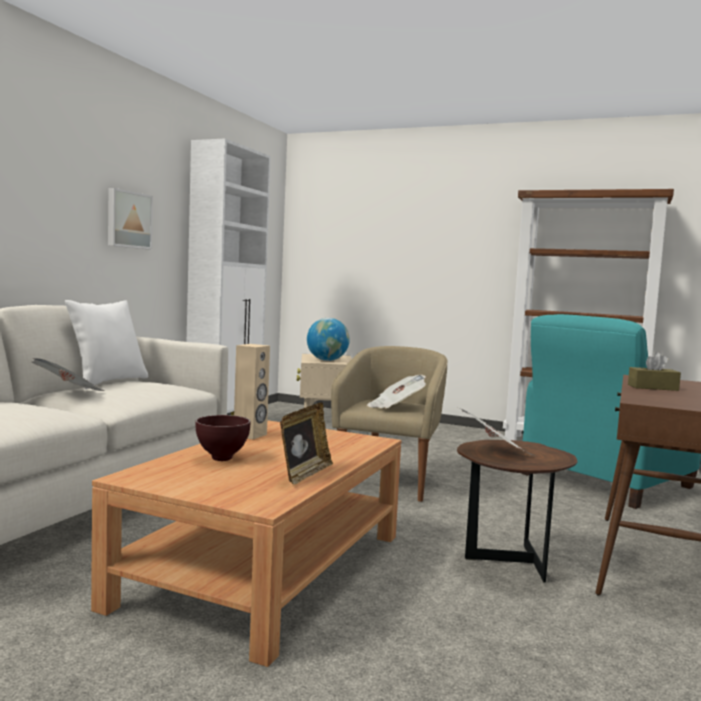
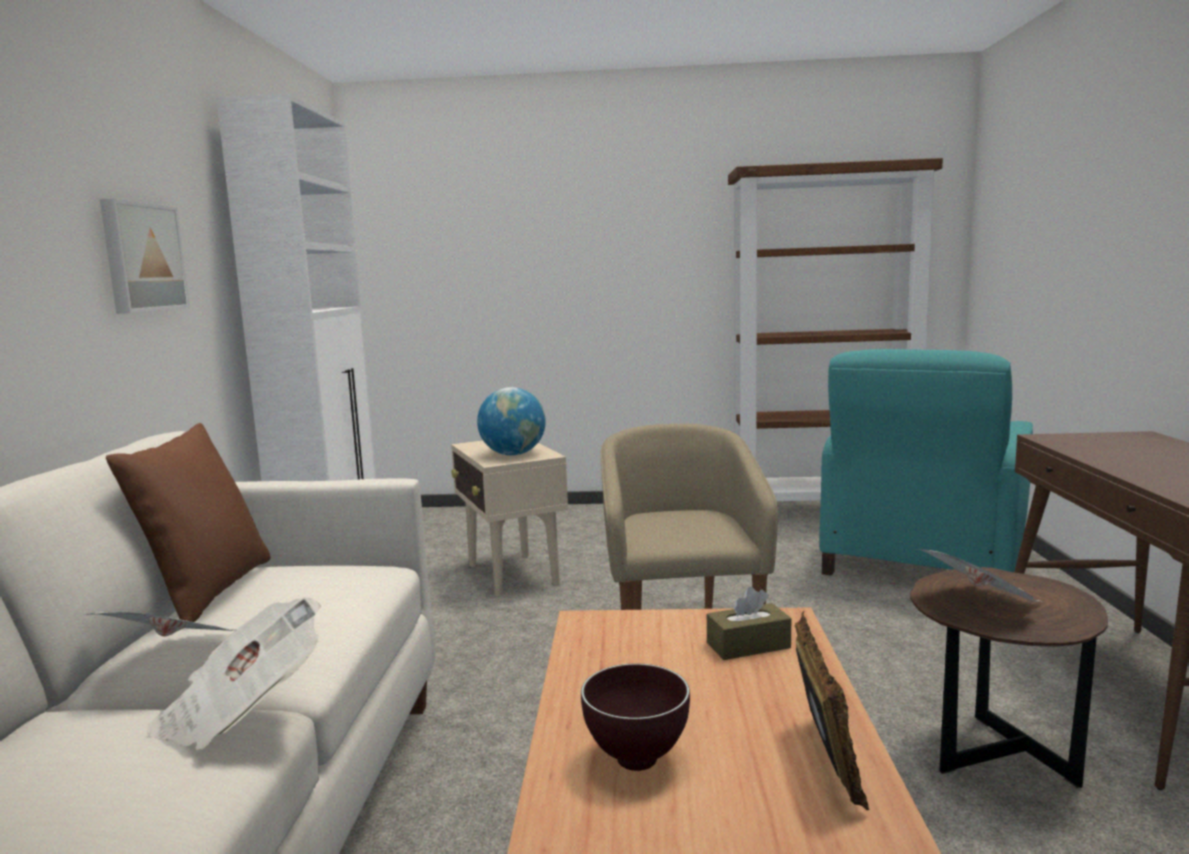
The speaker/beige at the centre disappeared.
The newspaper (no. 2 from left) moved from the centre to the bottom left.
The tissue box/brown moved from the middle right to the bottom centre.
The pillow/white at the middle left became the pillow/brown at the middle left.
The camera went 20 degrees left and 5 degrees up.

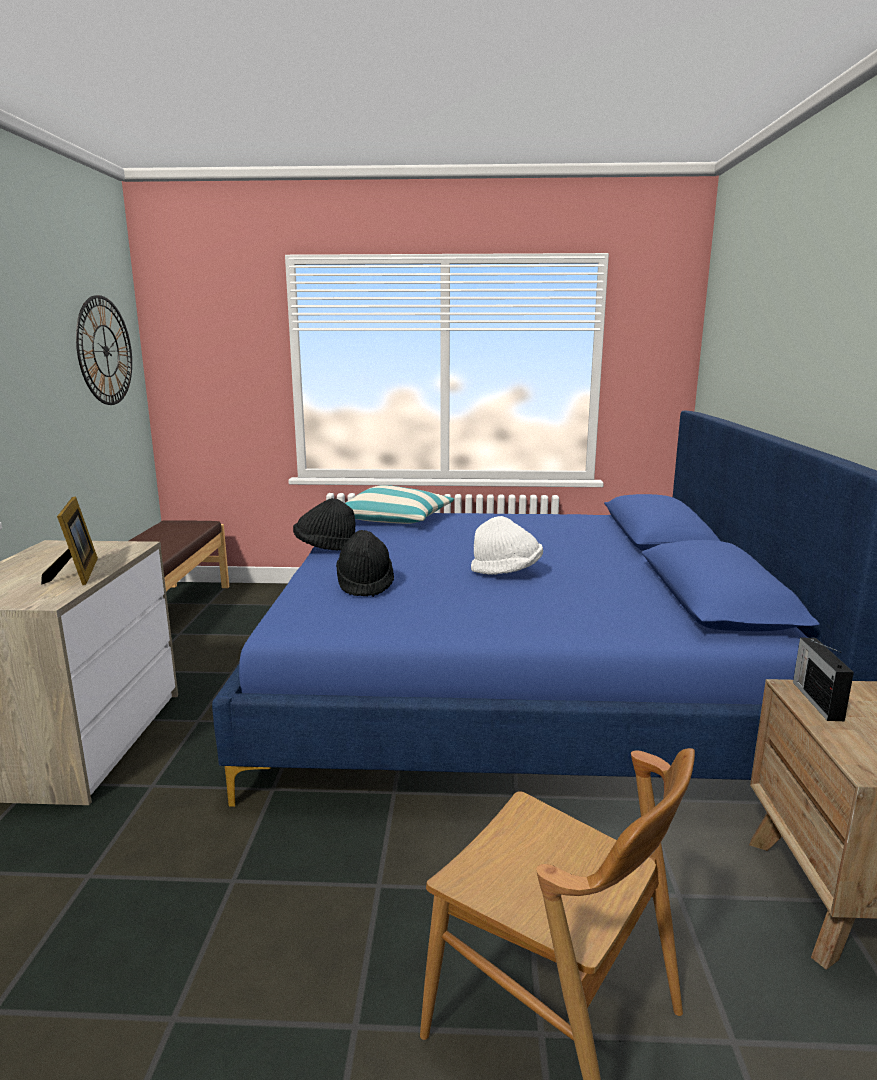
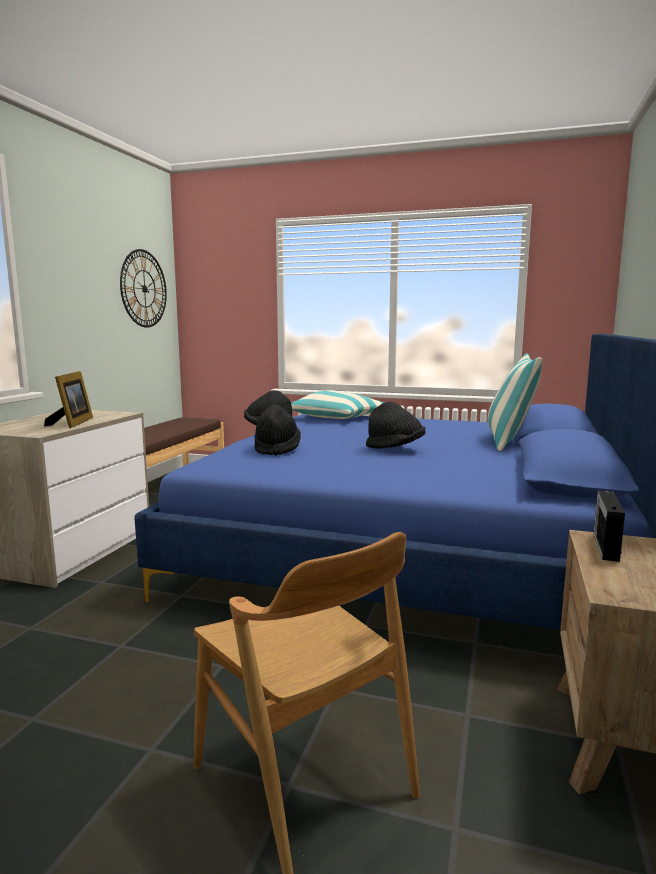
The pillow (no. 2 from left) at the middle right appeared.
The hat/white at the centre became the hat/black (no. 3 from left) at the centre.
The camera went 15 degrees right and 5 degrees down.

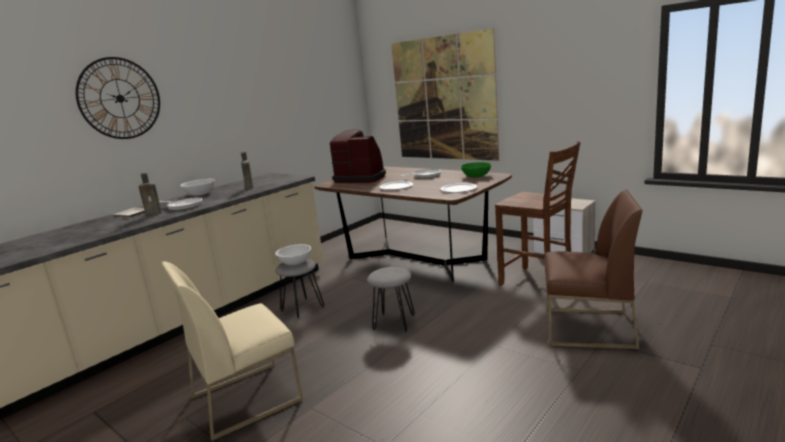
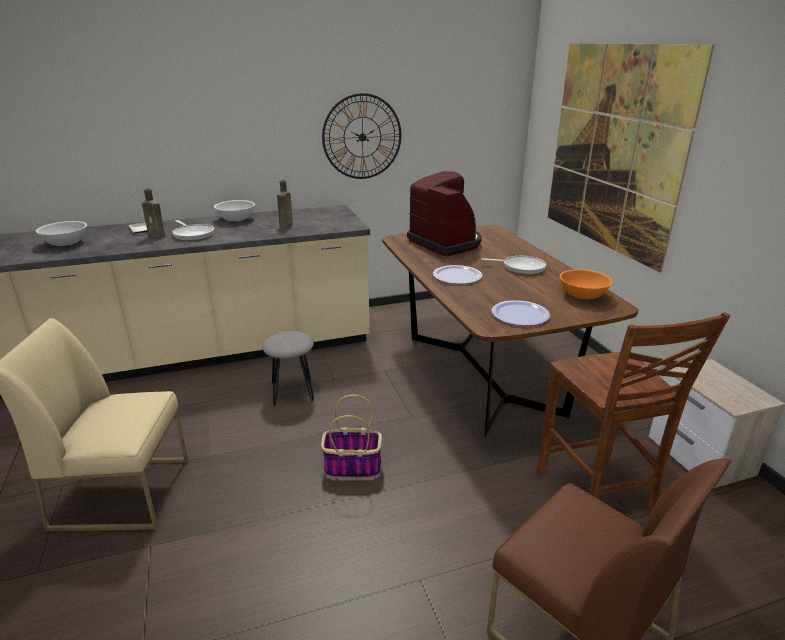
The wall clock moved from the top left to the top centre.
The bowl/white (no. 2 from left in the first image) moved from the centre to the middle left.
The stool/grey (no. 2 from left) at the bottom centre was replaced by the basket at the bottom centre.
The bowl/green at the centre became the bowl/orange at the middle right.
The camera went 30 degrees right and 10 degrees up.

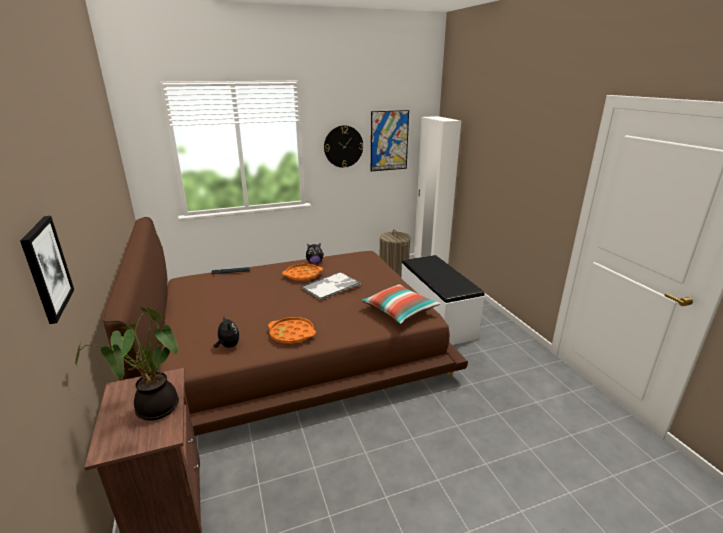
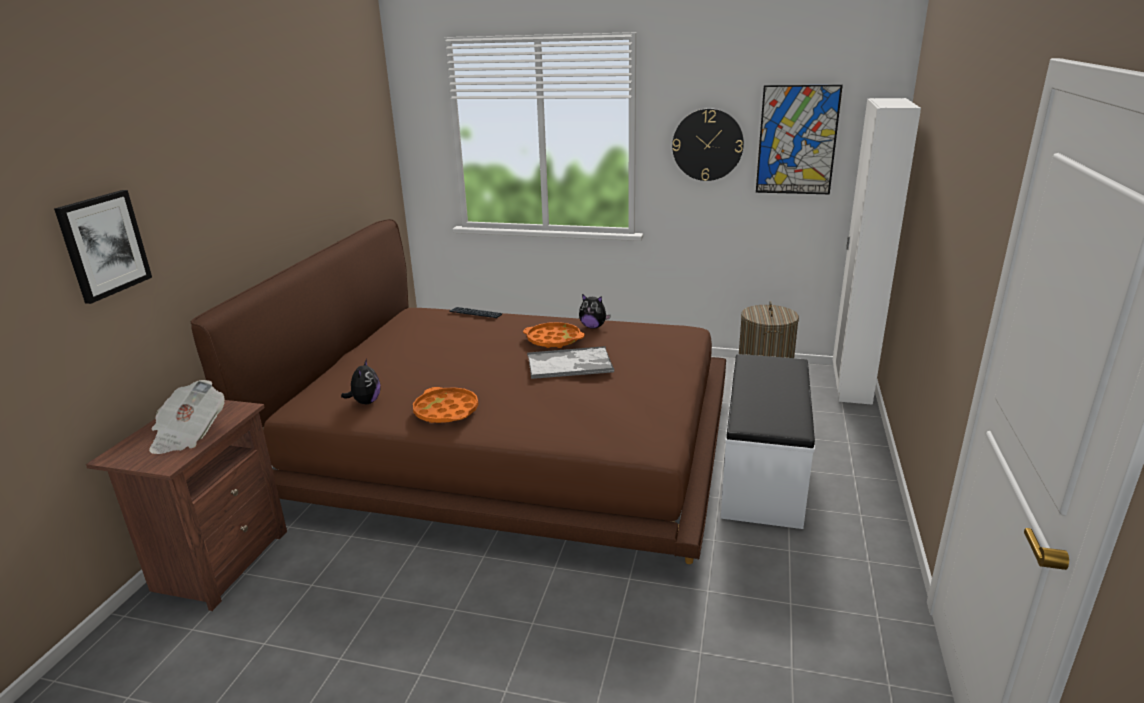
The pillow at the centre disappeared.
The potted plant at the bottom left was replaced by the newspaper at the middle left.
The camera went 35 degrees right and 0 degrees up.

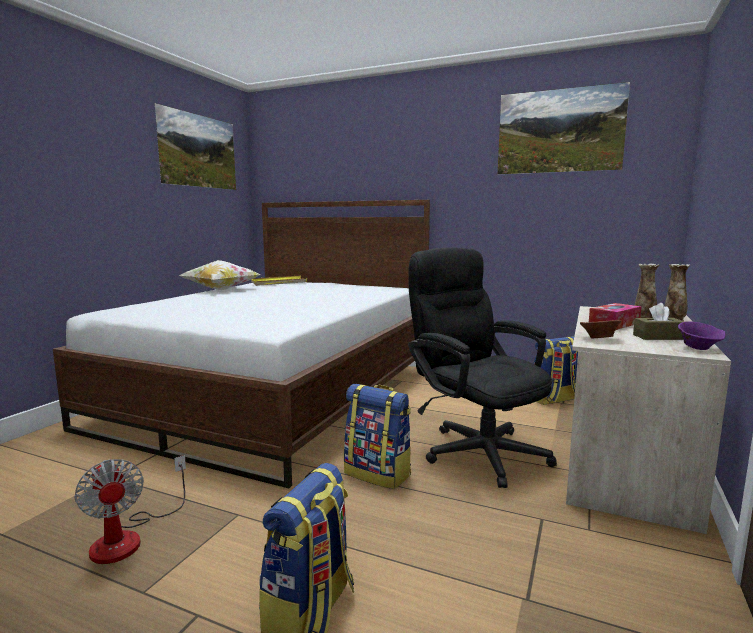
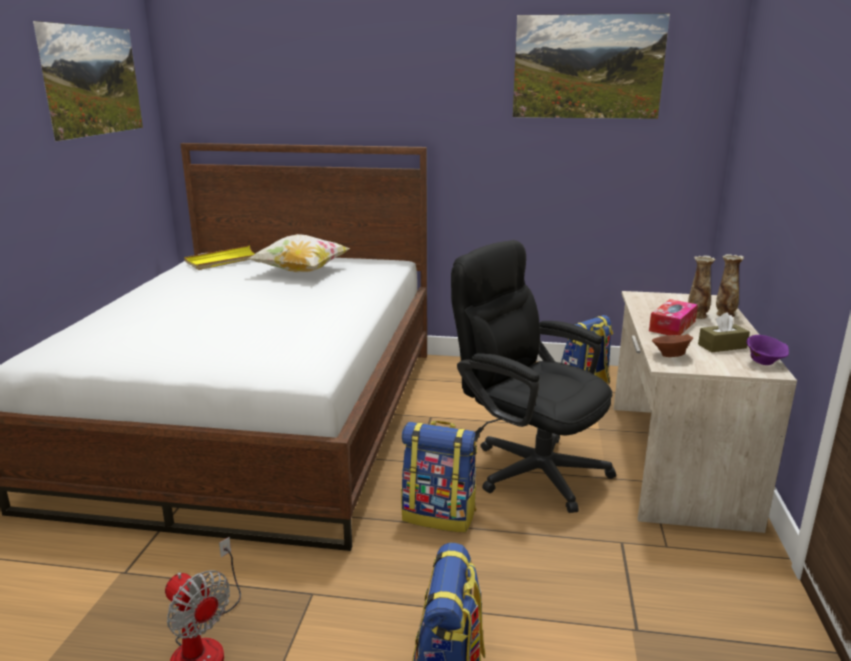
The pillow moved from the middle left to the centre.
The camera went 15 degrees left and 10 degrees up.

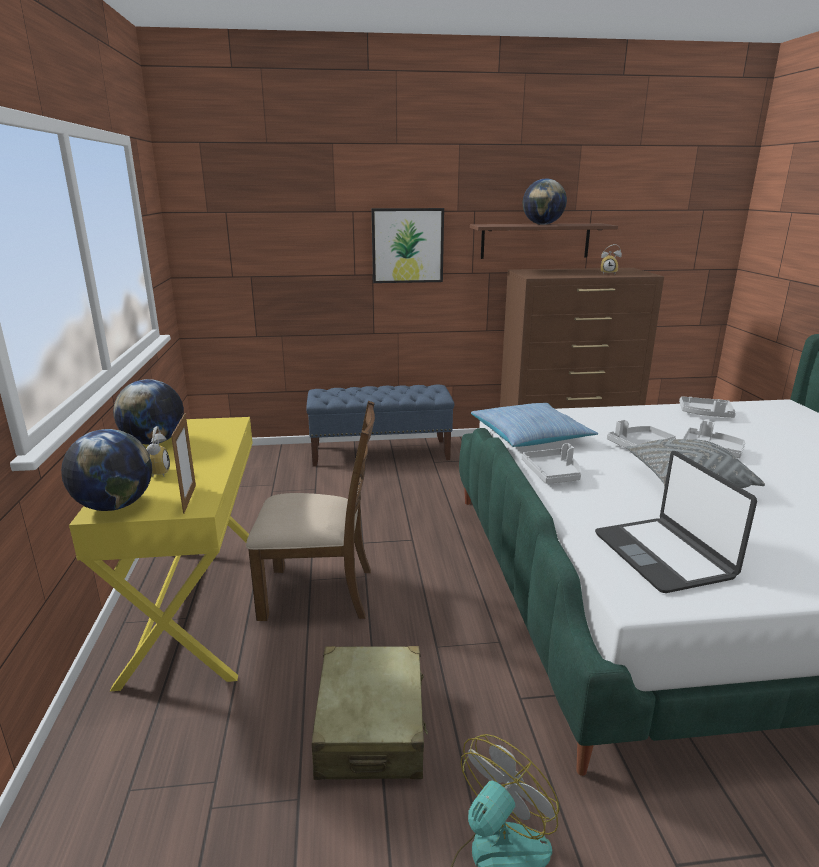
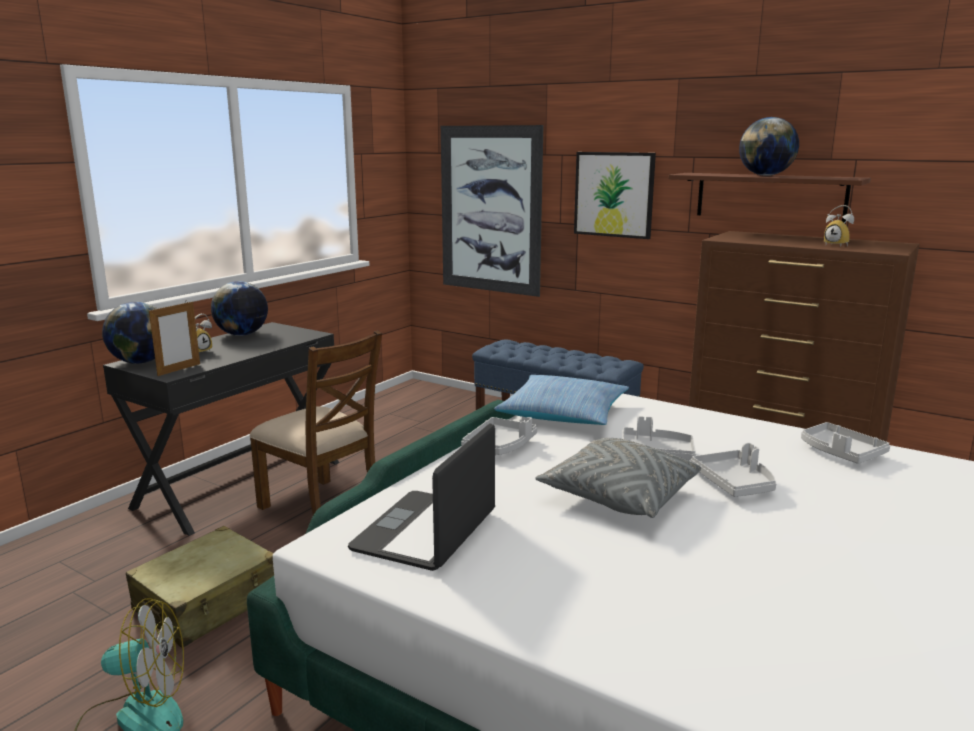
The picture (no. 1 from left) at the top centre appeared.
The desk/yellow at the middle left became the desk/black at the middle left.
The camera went 40 degrees right and 5 degrees down.

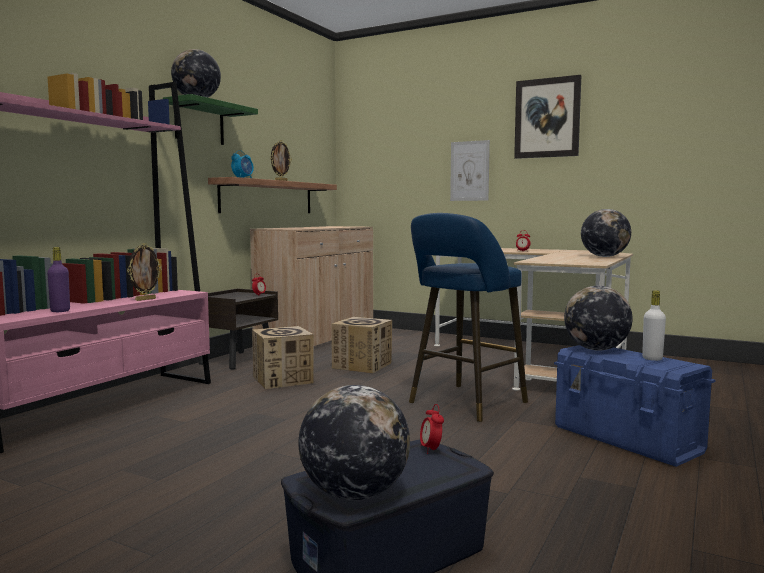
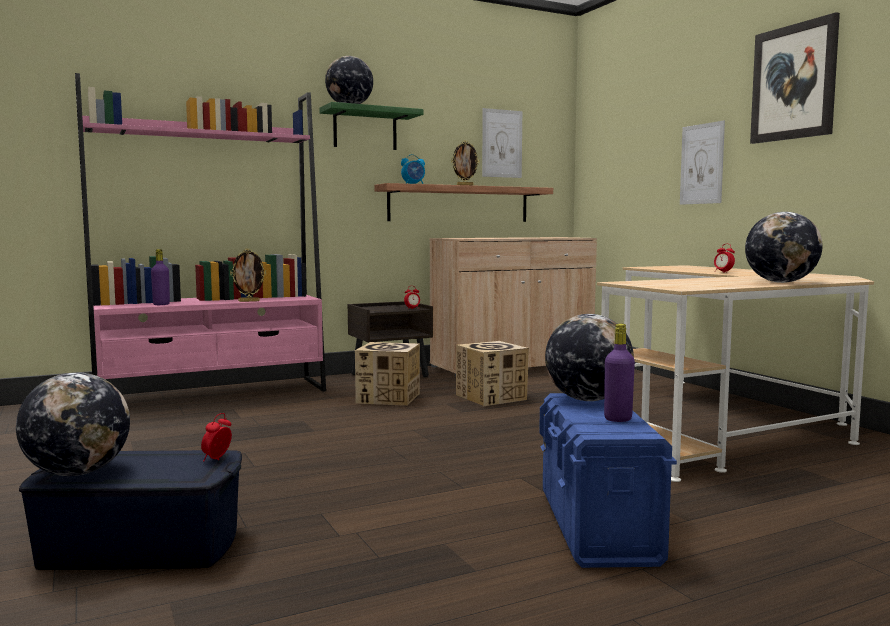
The stool/blue at the centre disappeared.
The picture (no. 1 from left) at the top centre appeared.
The bottle/white at the middle right became the bottle/purple (no. 2 from left) at the middle right.
The camera went 35 degrees right and 0 degrees up.

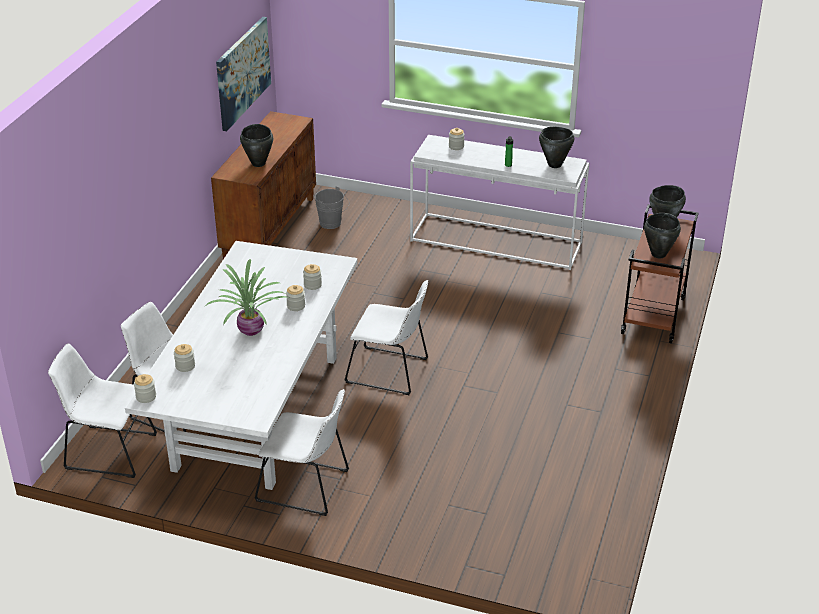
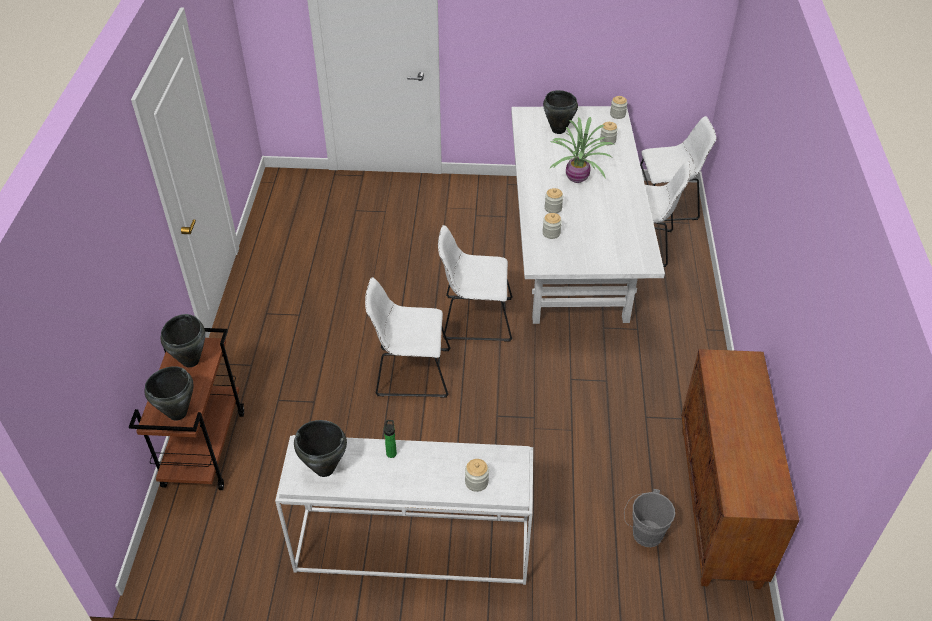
The picture at the top left disappeared.
The cooking pot/black (no. 1 from left in the first image) moved from the top left to the top centre.
The chair/white (no. 3 from left in the first image) moved from the bottom centre to the centre.
The camera went 165 degrees right and 10 degrees up.

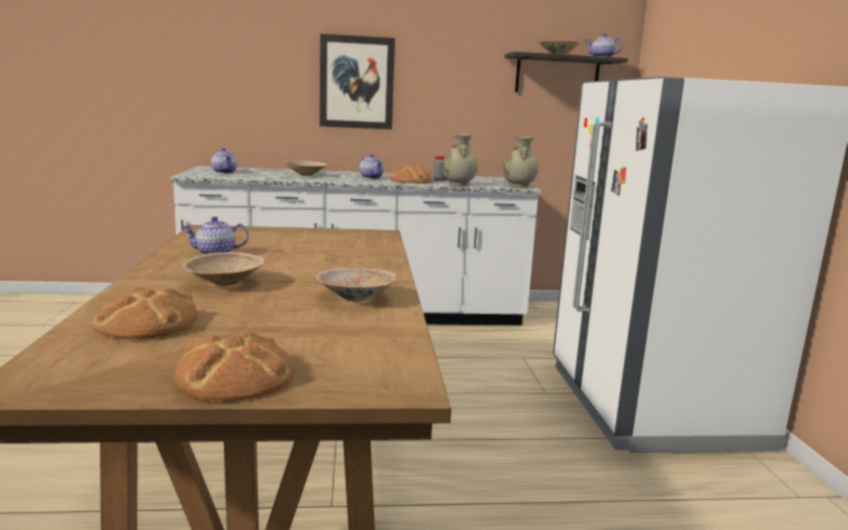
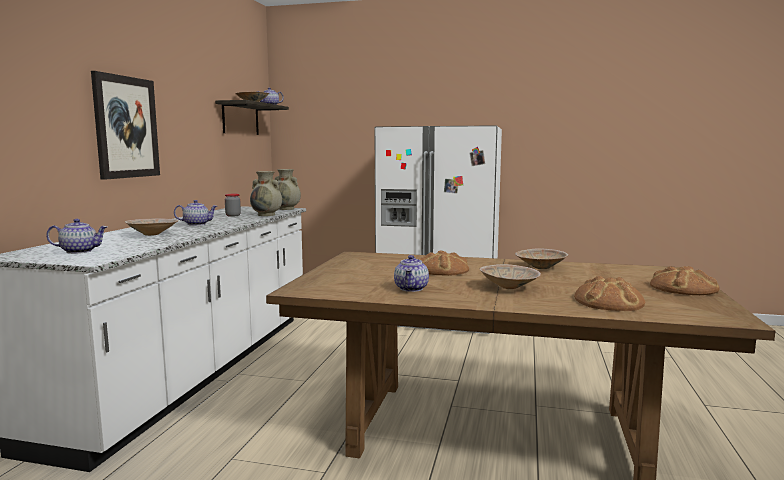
The bread (no. 3 from left in the first image) moved from the top centre to the centre.
The camera went 70 degrees left and 5 degrees down.

